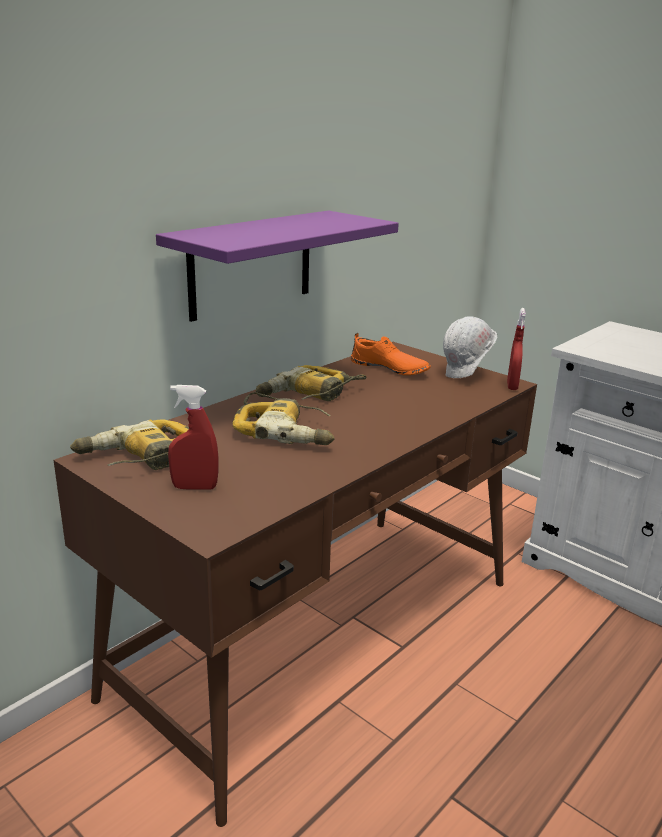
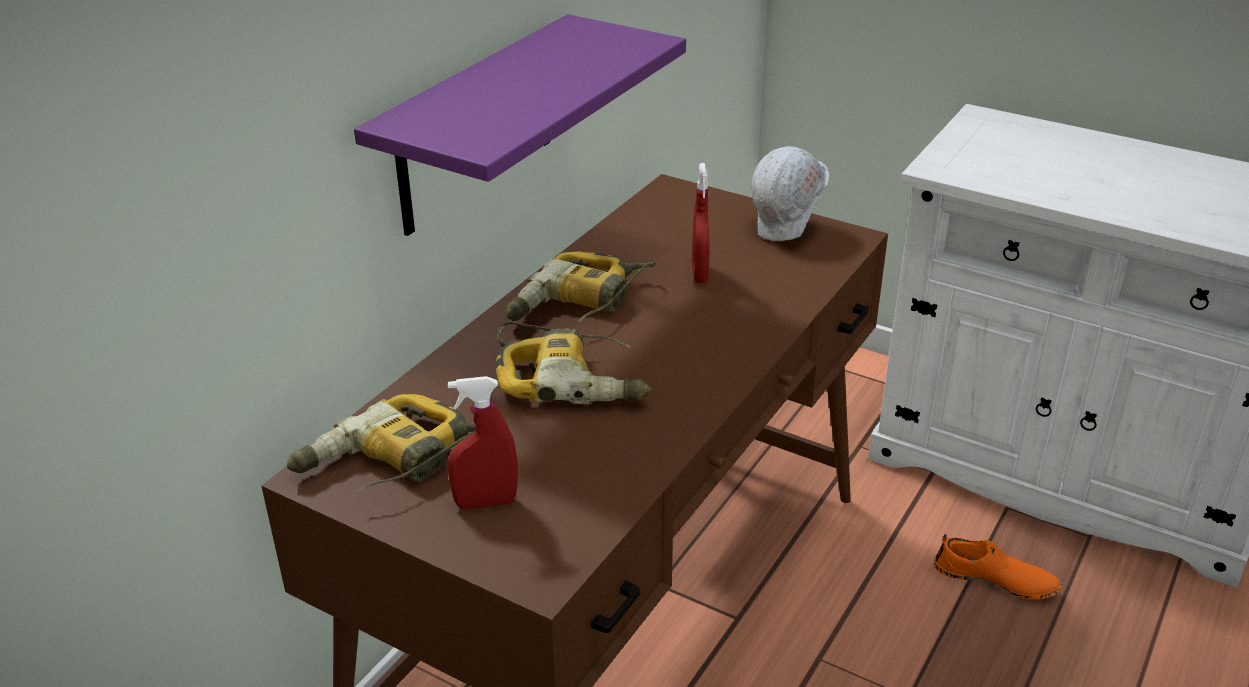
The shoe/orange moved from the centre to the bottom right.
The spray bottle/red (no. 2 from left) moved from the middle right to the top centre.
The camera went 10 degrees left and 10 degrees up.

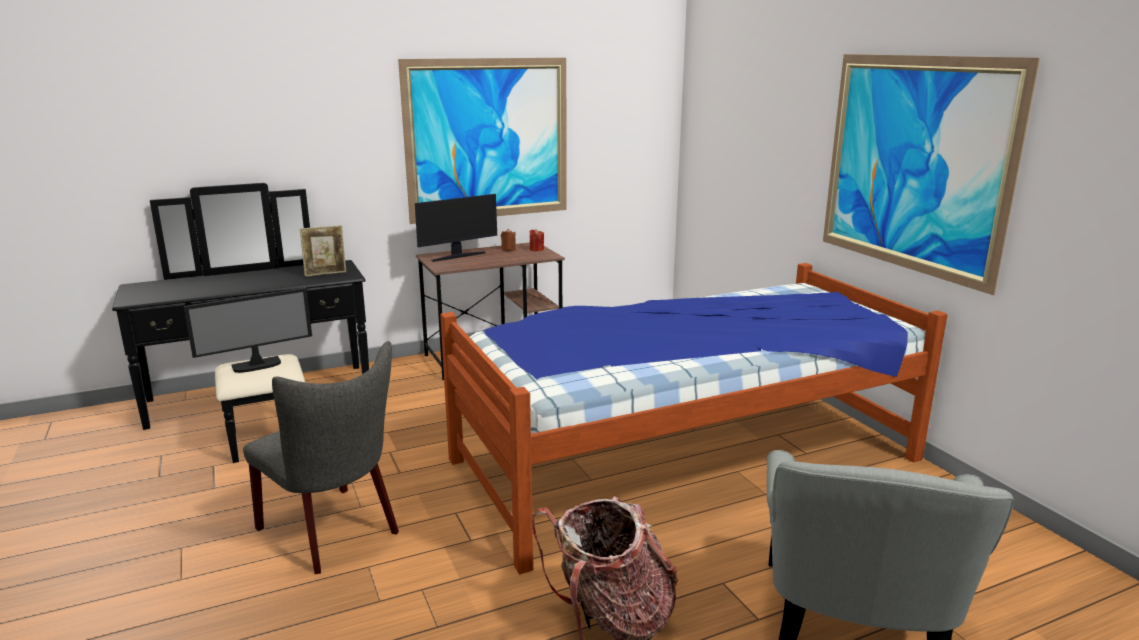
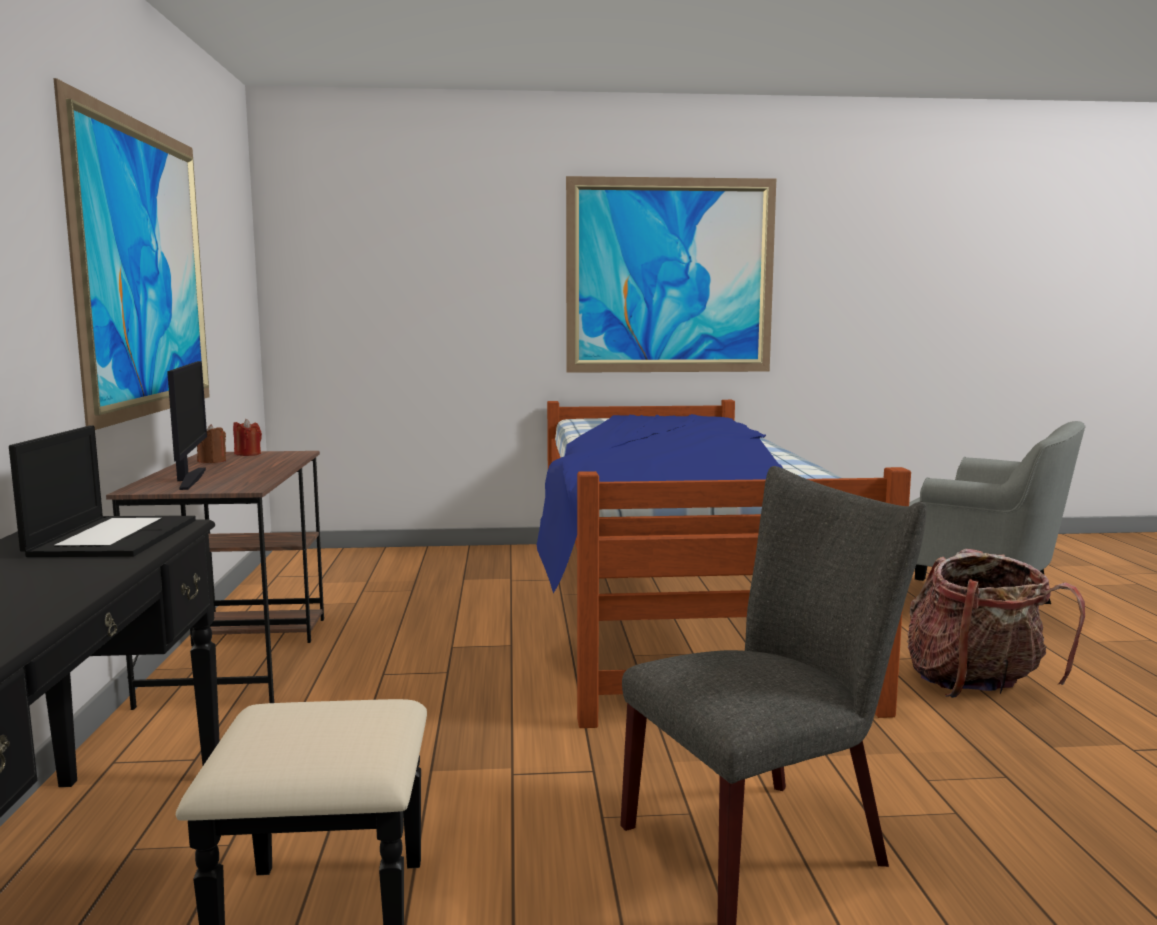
The monitor (no. 1 from left) at the middle left disappeared.
The picture frame at the middle left was replaced by the laptop at the middle left.
The camera went 70 degrees left and 10 degrees down.

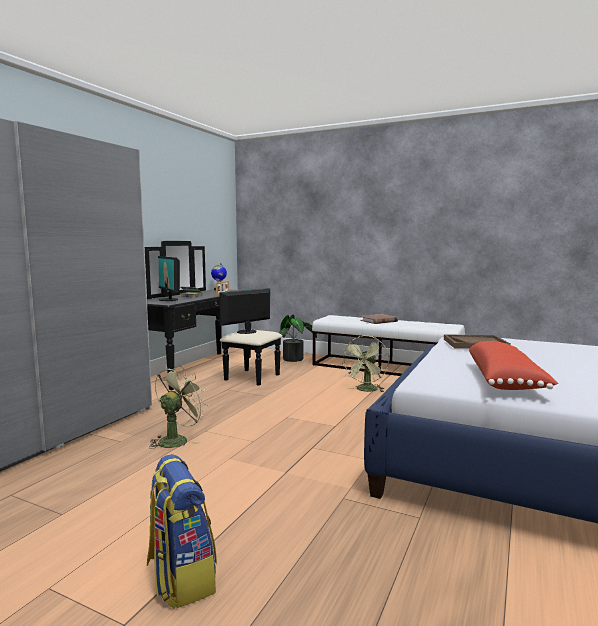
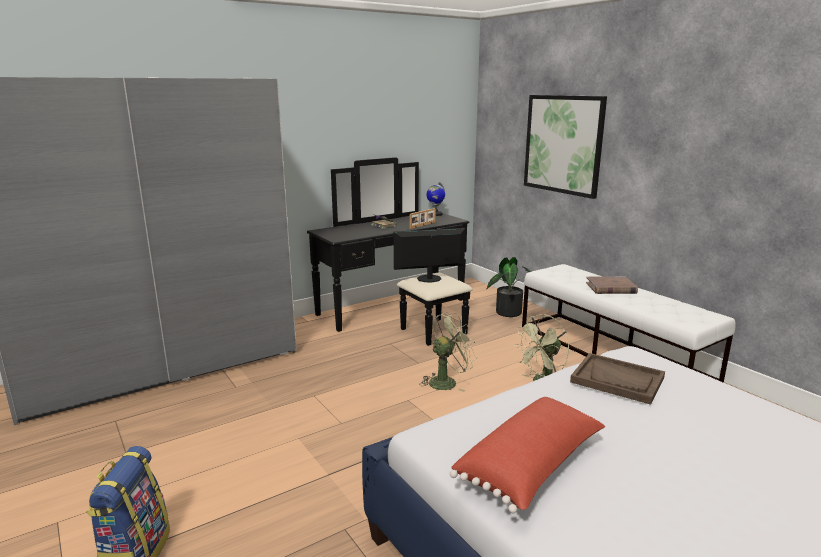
The monitor (no. 1 from left) at the middle left disappeared.
The picture at the top right appeared.
The fan/green (no. 1 from left) moved from the middle left to the centre.
The camera went 30 degrees right and 10 degrees up.

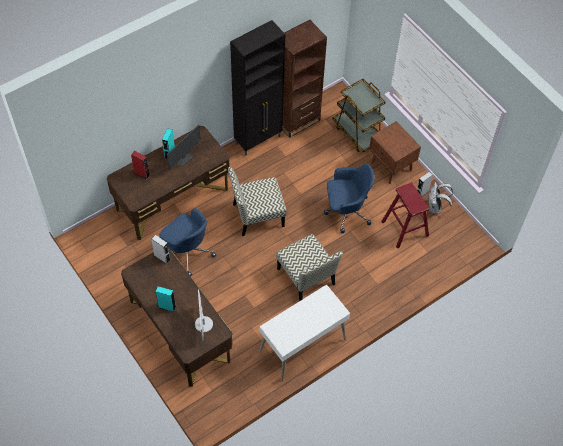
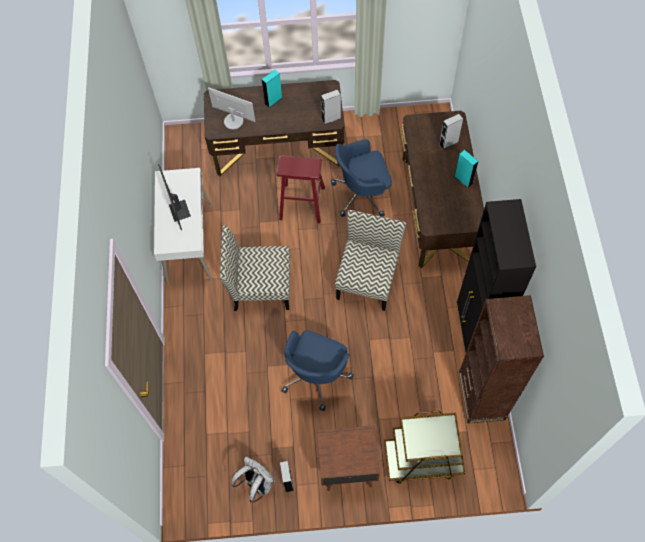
The monitor (no. 1 from left) moved from the top left to the middle left.
The stool/red moved from the middle right to the centre.
The speaker/red at the middle left became the speaker/grey (no. 3 from left) at the top right.
The camera went 125 degrees right and 5 degrees up.

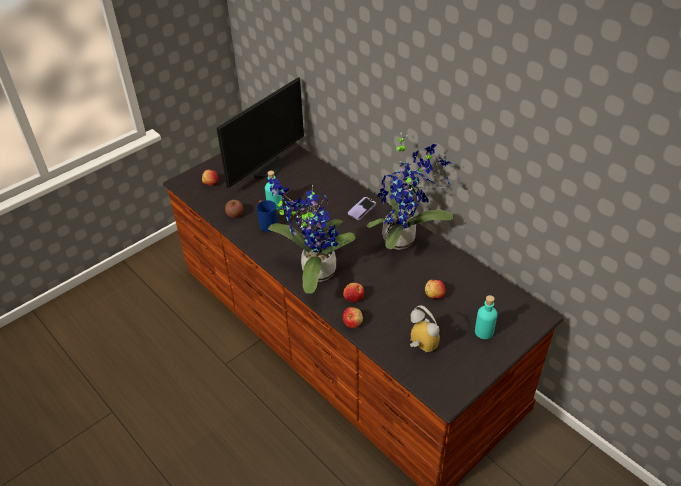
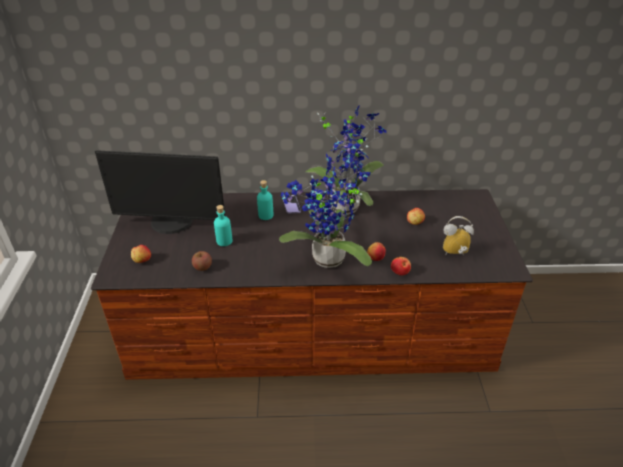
The mug/blue at the centre disappeared.
The bottle/turquoise (no. 2 from left) moved from the middle right to the centre.
The monitor at the top centre turned 105 degrees clockwise.
The camera went 50 degrees left and 5 degrees down.

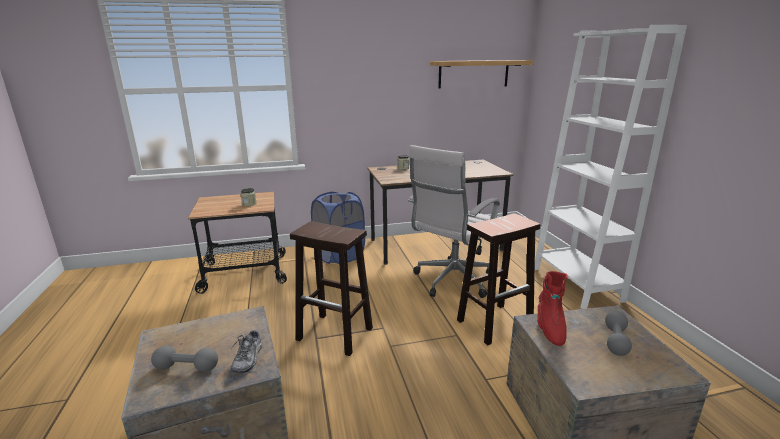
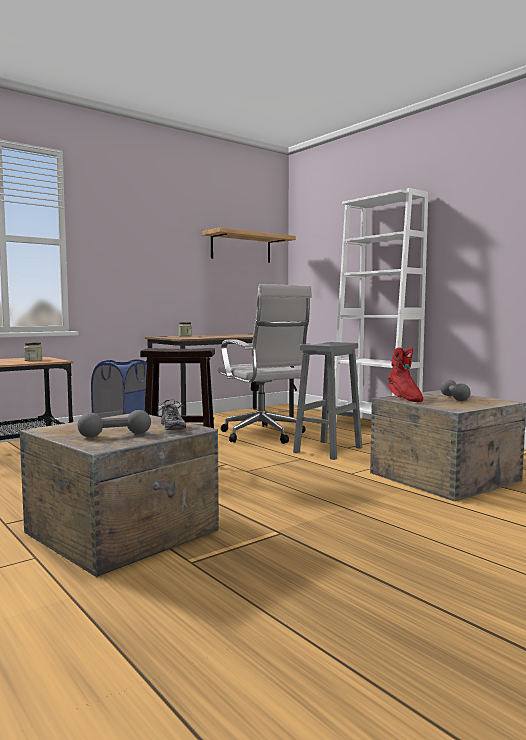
The stool/brown (no. 2 from left) at the centre became the stool/grey at the centre.
The office chair/white at the centre turned 45 degrees counterclockwise.
The camera went 25 degrees left and 15 degrees down.

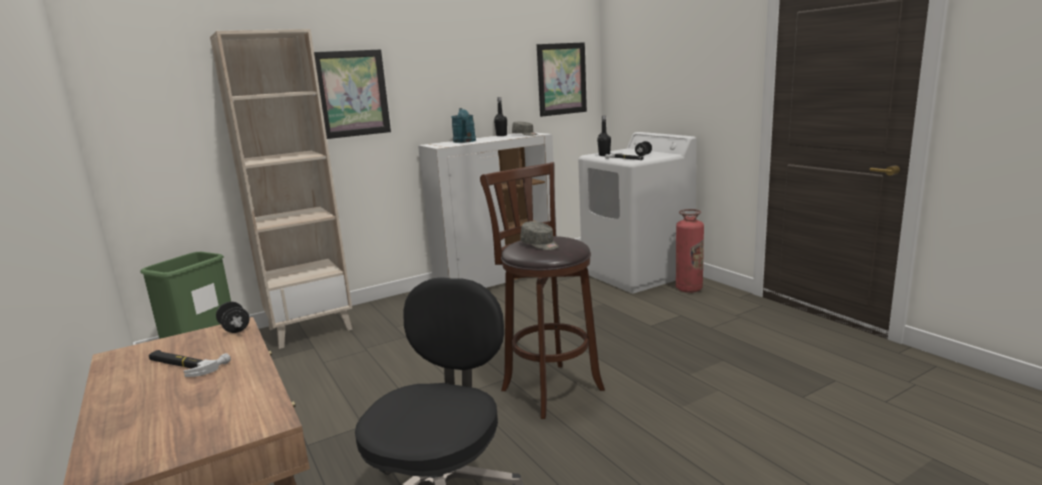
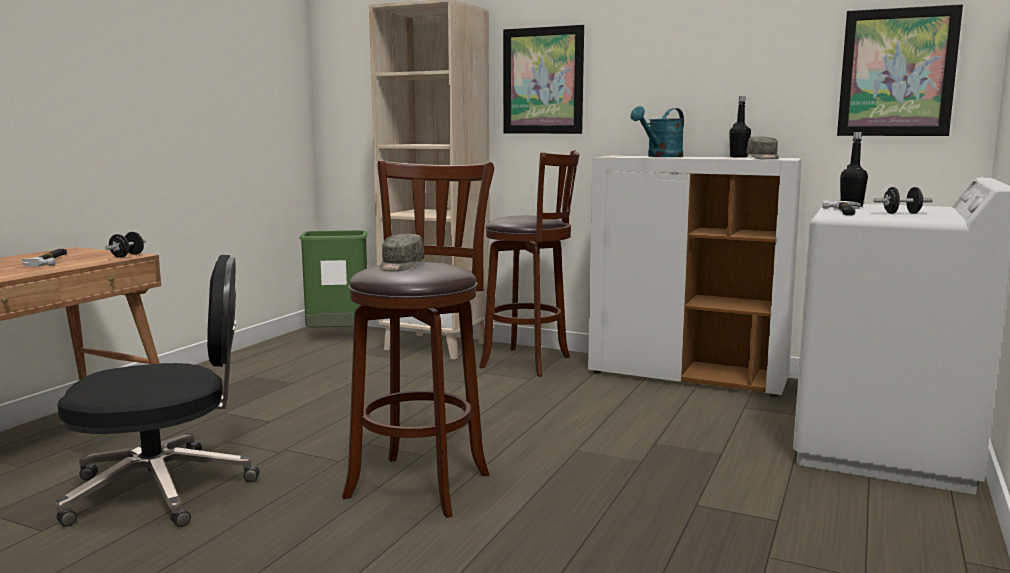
The fire extinguisher at the centre disappeared.
The stool/brown (no. 2 from left) at the centre appeared.
The camera went 55 degrees right and 5 degrees down.

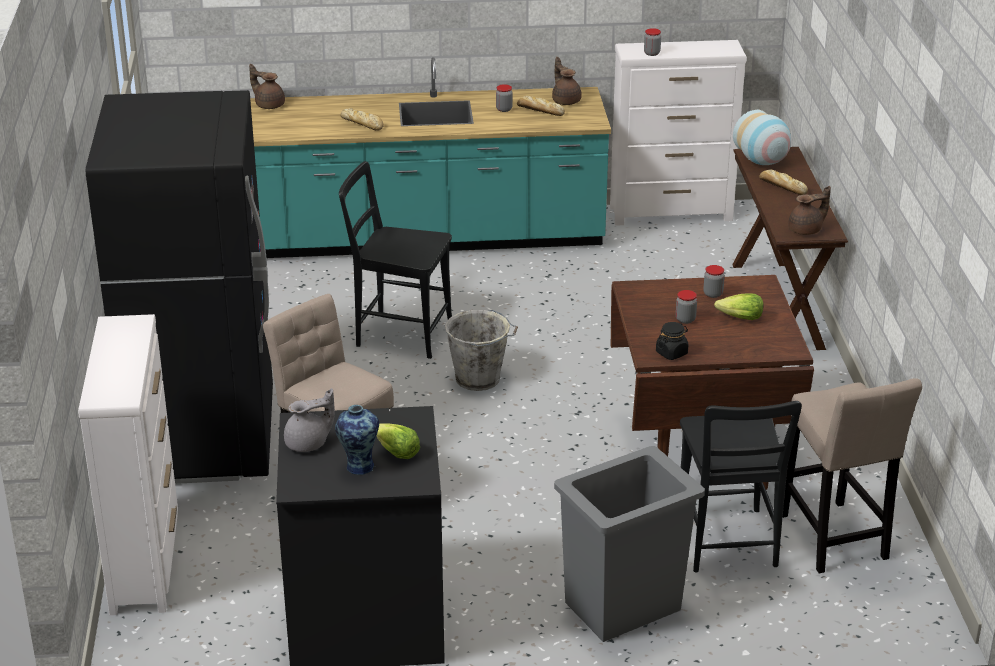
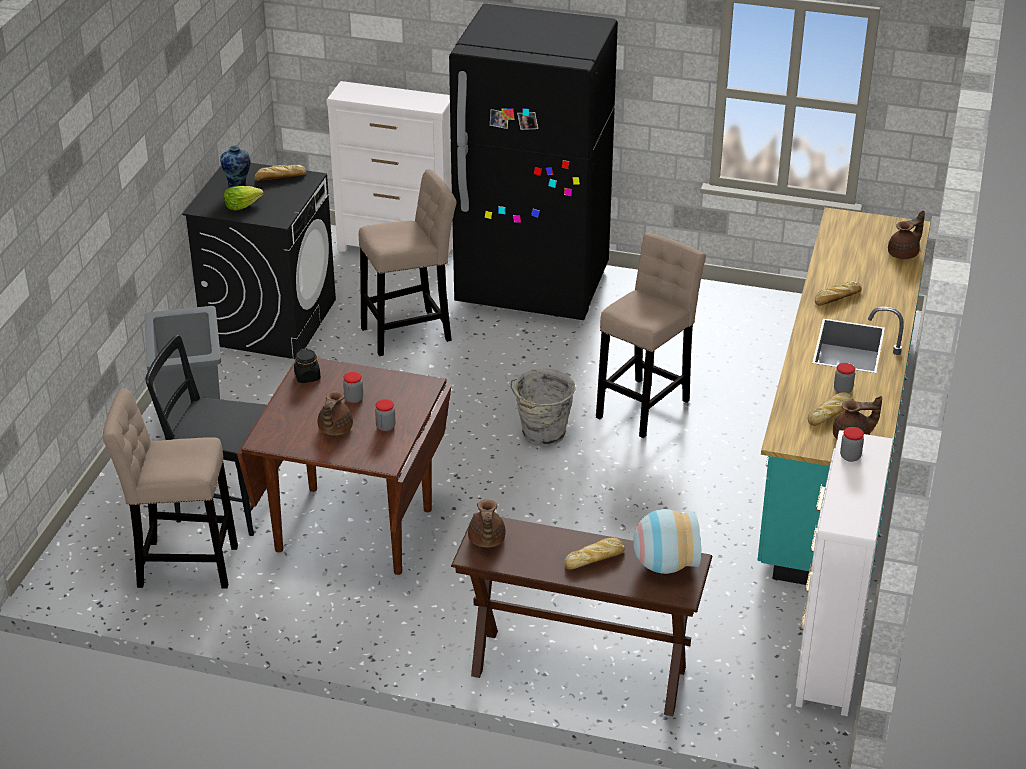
The teapot/grey at the middle left was replaced by the bread (no. 1 from left) at the top left.
The chair/black (no. 1 from left) at the centre was replaced by the stool/beige (no. 3 from left) at the centre.
The lettuce (no. 2 from left) at the middle right was replaced by the teapot/brown (no. 1 from left) at the middle left.
The camera went 110 degrees right and 5 degrees up.

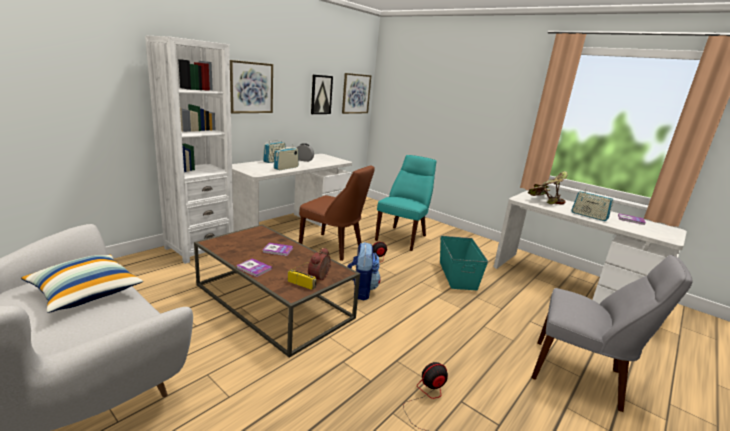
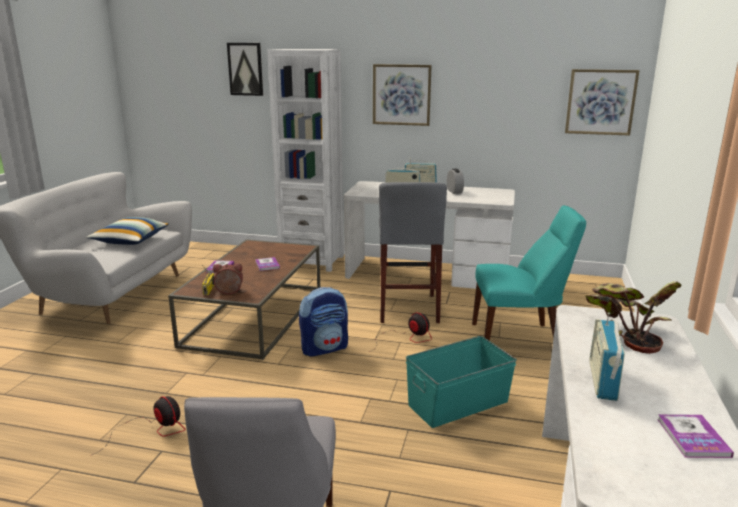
The picture (no. 2 from left in the first image) moved from the top centre to the top left.
The chair/brown at the centre was replaced by the stool/grey at the centre.
The camera went 65 degrees right and 0 degrees up.

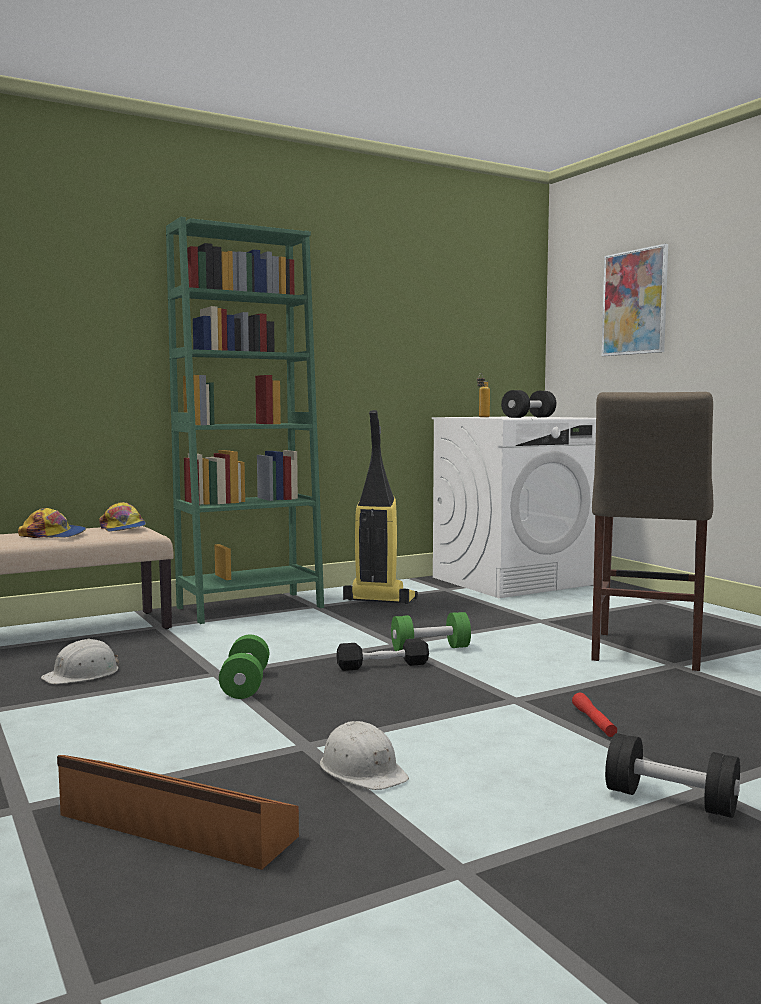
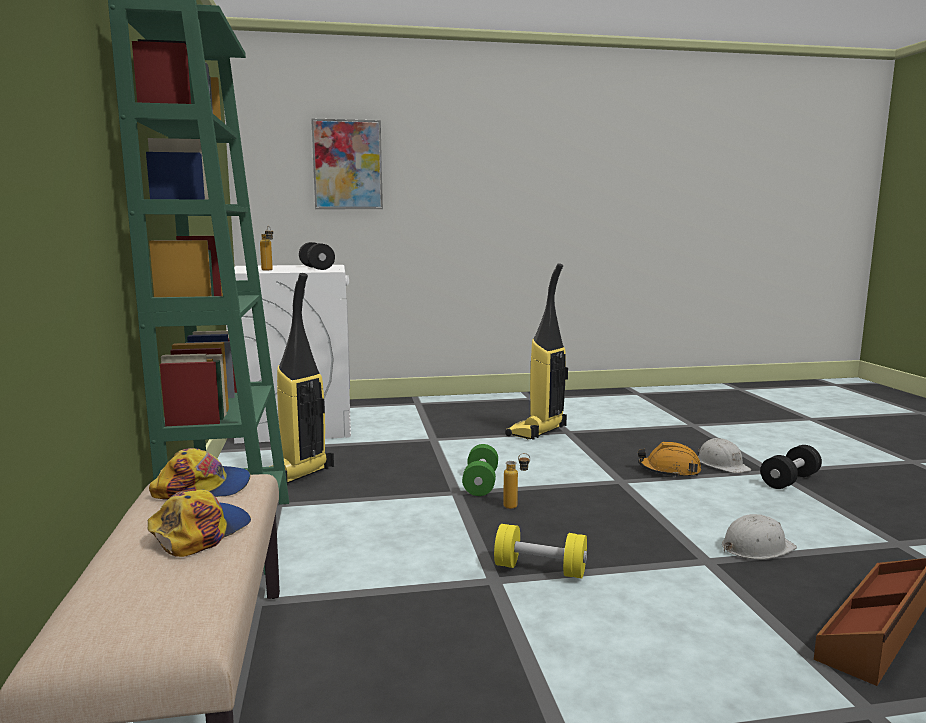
The hard hat/white (no. 1 from left) moved from the middle left to the middle right.
The dumbbell/black (no. 1 from left) at the centre was replaced by the bottle (no. 2 from left) at the centre.
The flashlight/red at the bottom right was replaced by the hard hat/orange at the middle right.
The stool/beige at the middle right was replaced by the vacuum cleaner (no. 2 from left) at the centre.
The dumbbell/green (no. 1 from left) at the middle left became the dumbbell/yellow at the bottom centre.
The camera went 70 degrees left and 5 degrees up.

